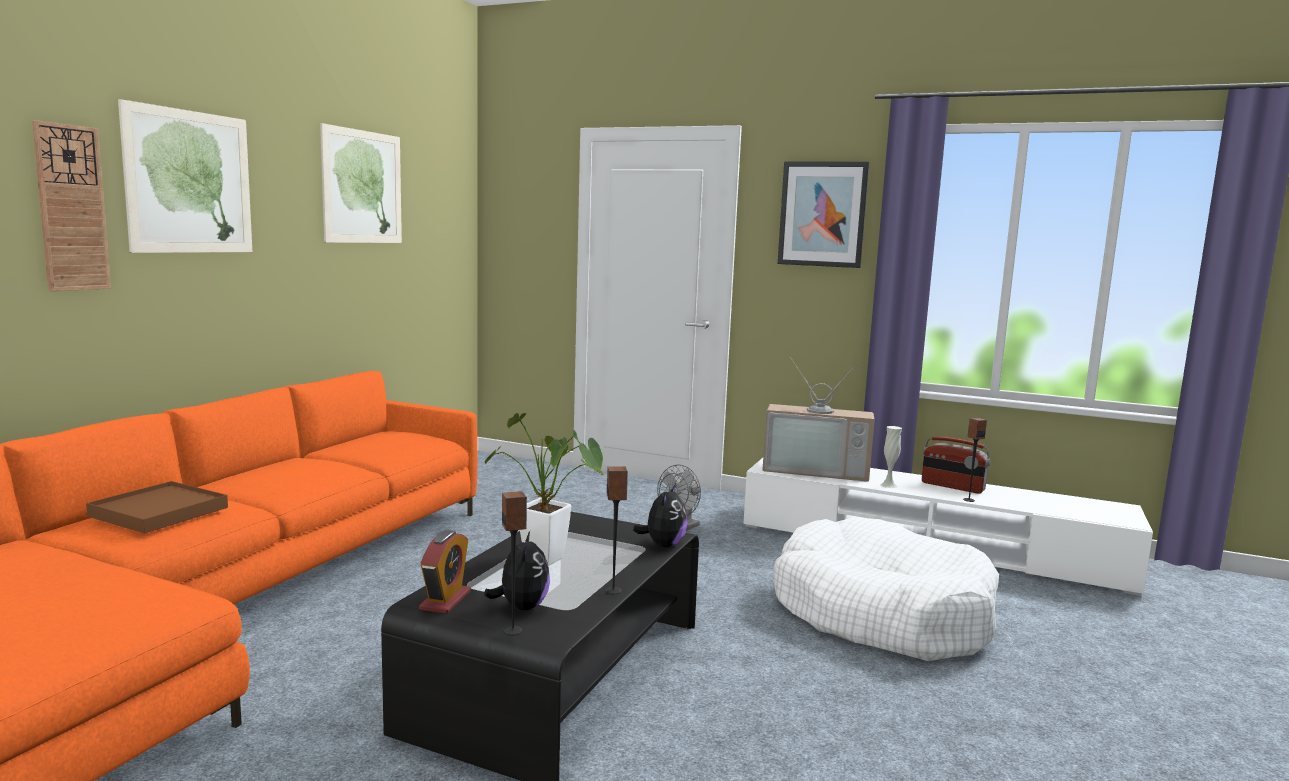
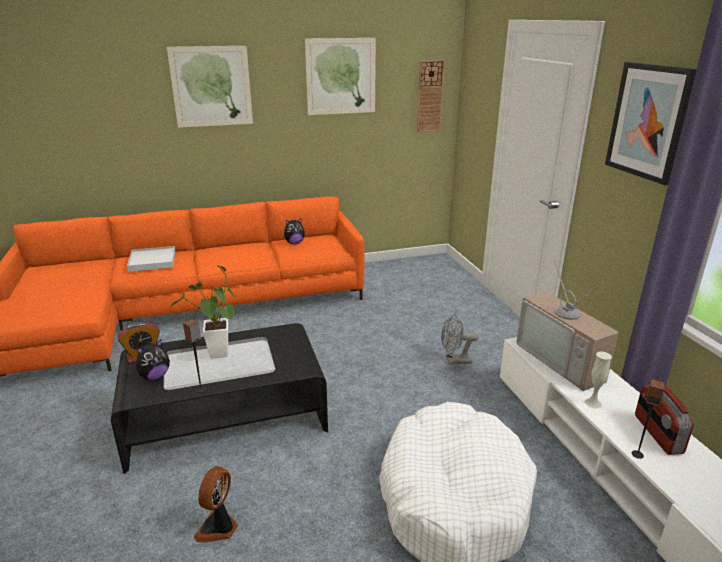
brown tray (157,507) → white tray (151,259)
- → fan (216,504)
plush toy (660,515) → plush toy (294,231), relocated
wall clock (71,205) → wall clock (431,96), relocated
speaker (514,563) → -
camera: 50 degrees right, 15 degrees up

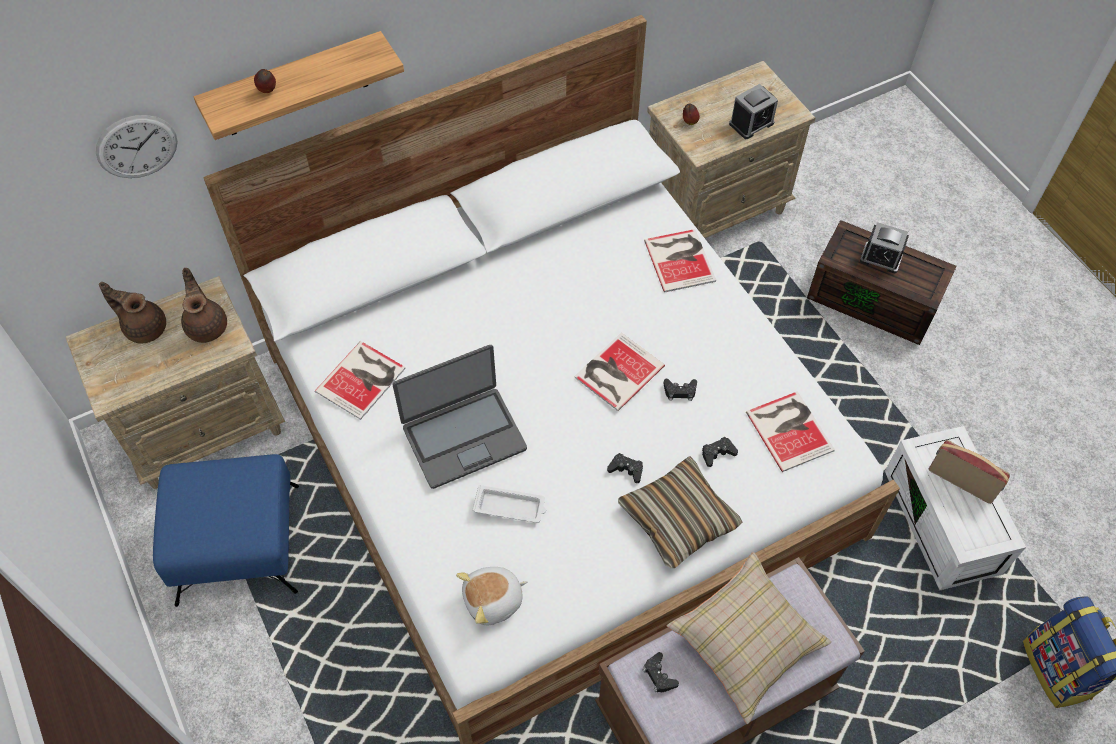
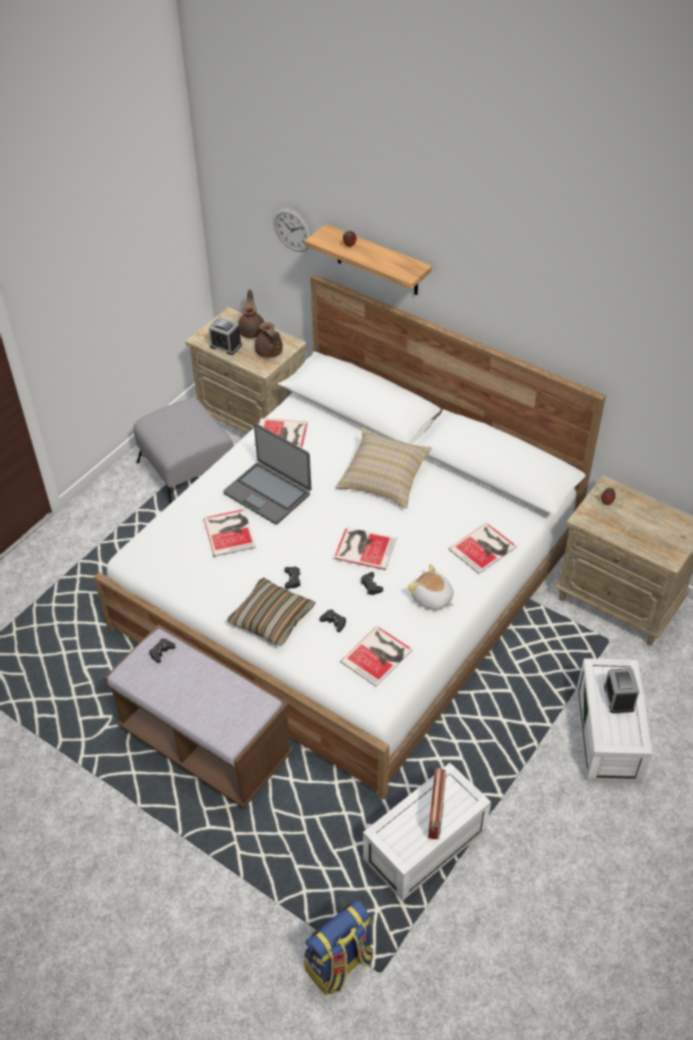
blue ottoman (226,530) → grey ottoman (184,451)
white tray (509,504) → book (230,533)
alarm clock (753,111) → alarm clock (225,336), relocated
brown teapot (204,305) → brown teapot (269,340), 105 degrees clockwise
beige pillow (749,638) → beige pillow (383,468), relocated
plush toy (492,596) → plush toy (431,587), relocated
brown storage box (882,282) → white storage box (614,720)
camera: 65 degrees right, 10 degrees down

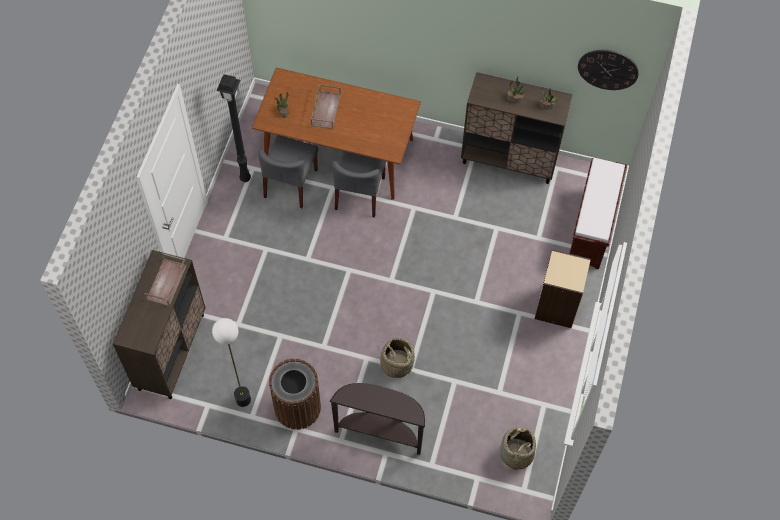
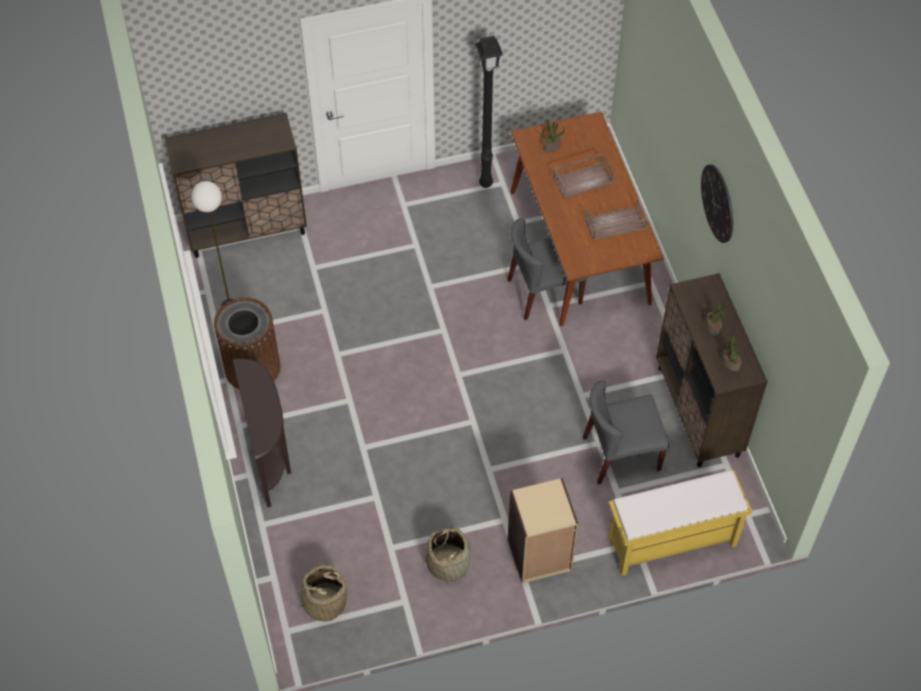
basket (396,358) → basket (448,554), relocated
grey chair (288,171) → grey chair (626,433), relocated
brown tray (165,279) → brown tray (616,219), relocated
brown bench (598,213) → yellow bench (680,523)
wall clock (608,70) → wall clock (717,203), relocated
camera: 60 degrees right, 5 degrees down

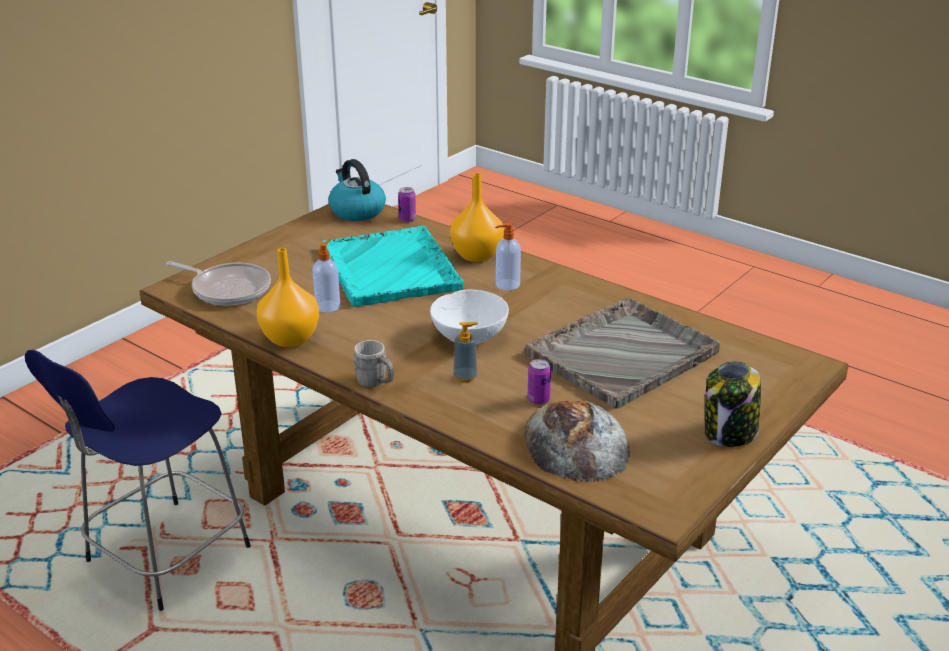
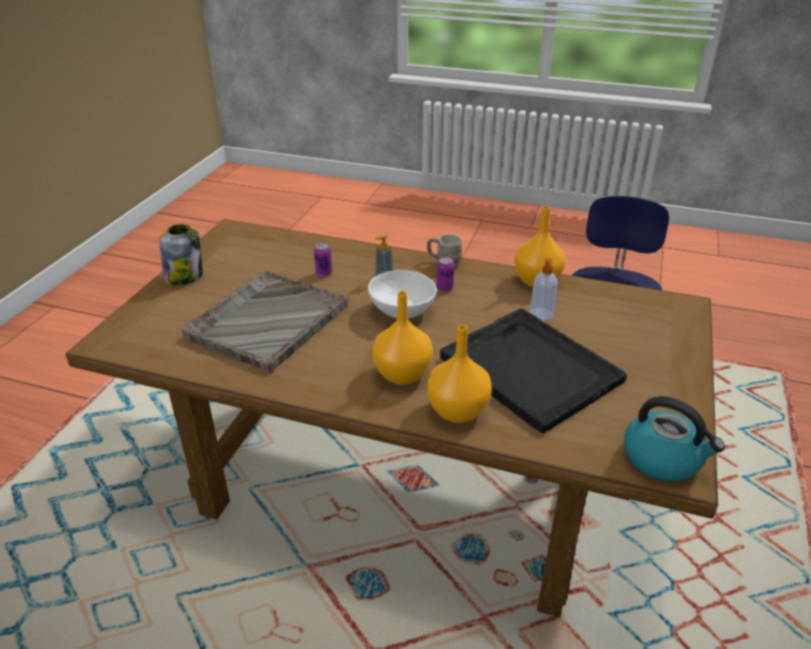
soap dispenser (508,256) → orange vase (402,338)
can (407,204) → can (445,274), relocated
turquoise tray (392,266) → black tray (533,371)
frying pan (218,283) → -
bread (577,441) → -
camera: 160 degrees right, 5 degrees up

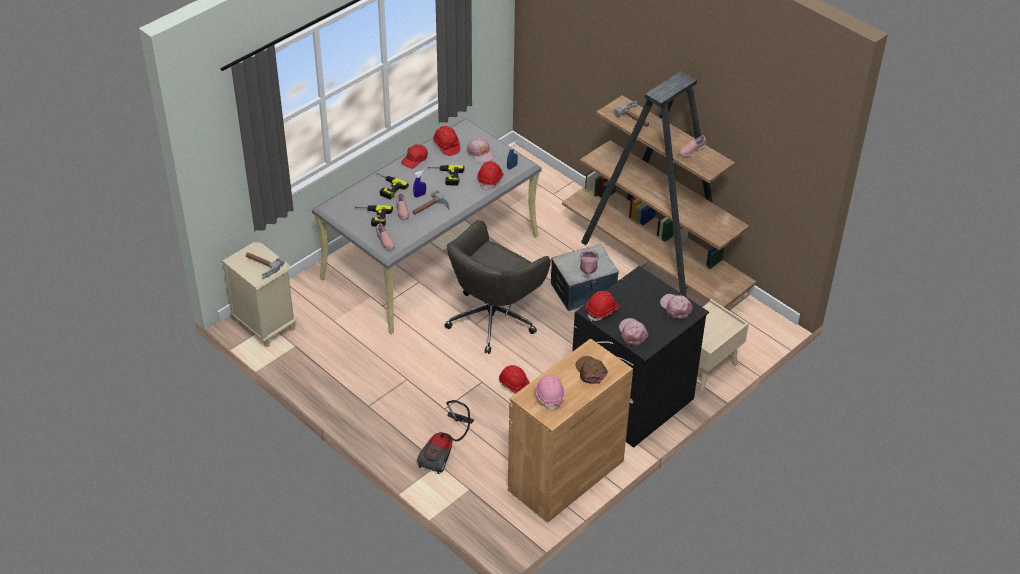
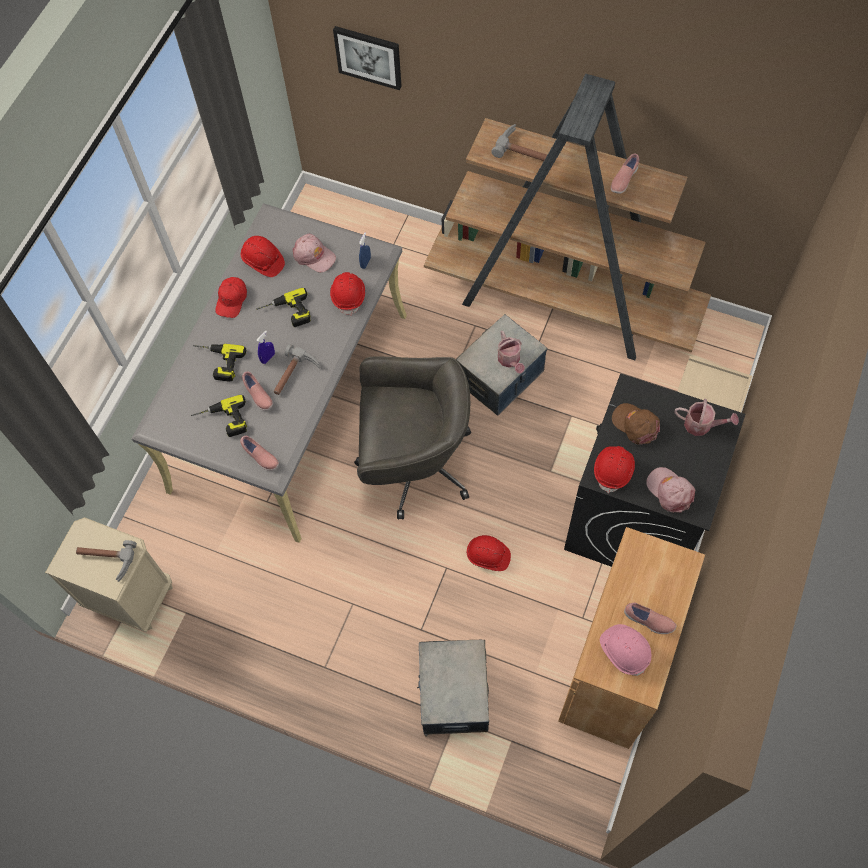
- → picture (367,58)
grey office chair (497,287) → grey office chair (412,438), 105 degrees counterclockwise
vacuum cleaner (445,437) → storage box (453,688)
brown cap (591,370) → brown cap (636,424), relocated
- → pink shoe (650,618)
pink cap (676,306) → watering can (706,417)
camera: 20 degrees left, 20 degrees up

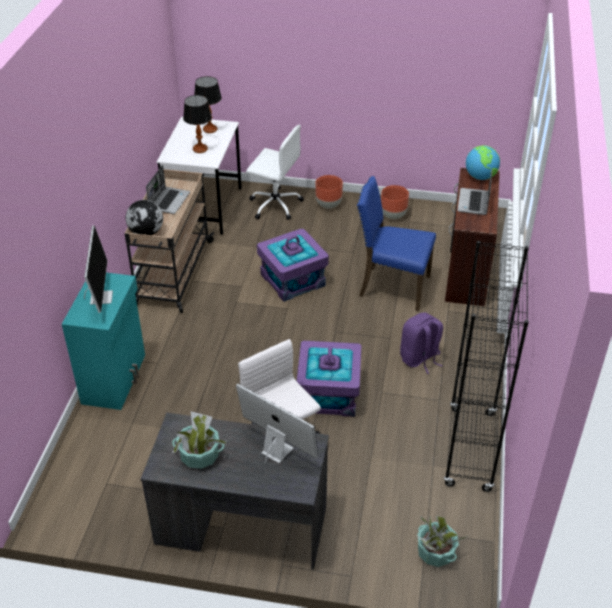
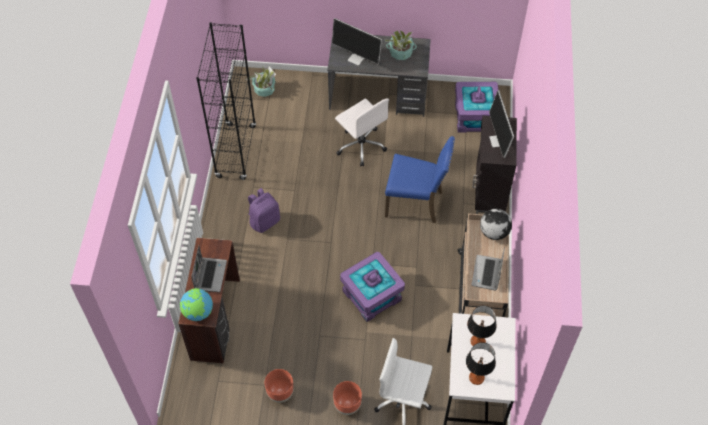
blue chair (396,243) → blue chair (420,179), relocated
purple storage box (329,379) → purple storage box (477,107), relocated
turquoise cabinet (103,341) → black cabinet (494,164)
camera: 175 degrees right, 15 degrees up

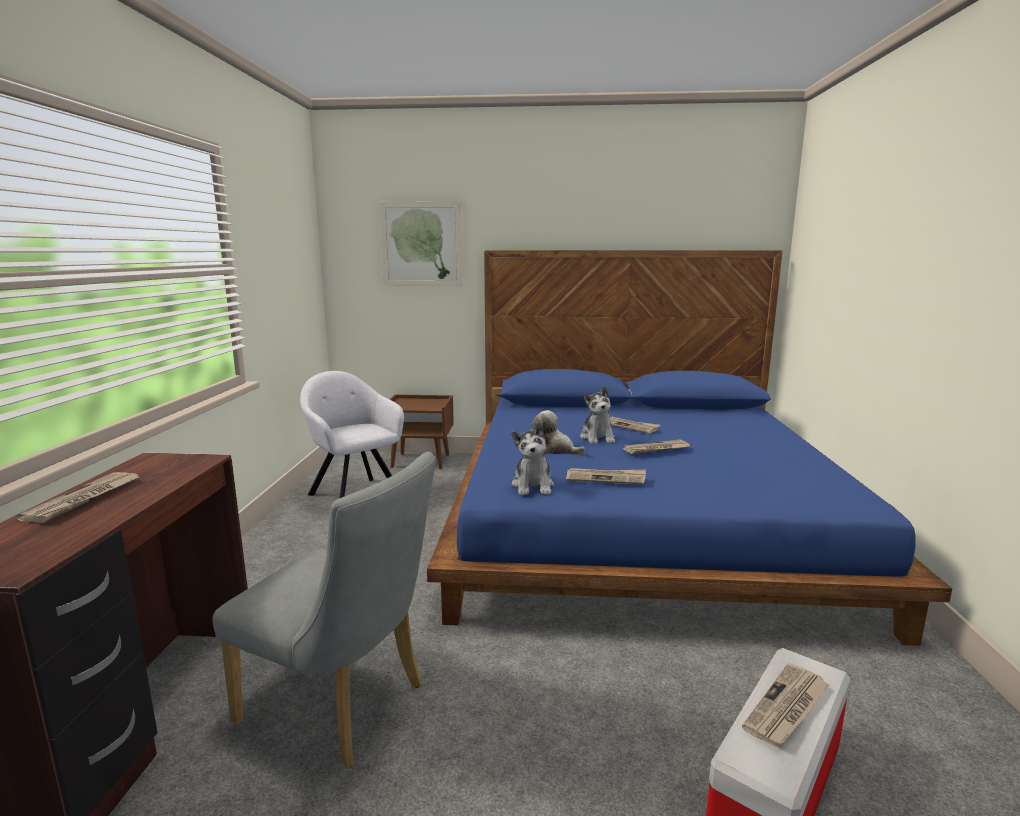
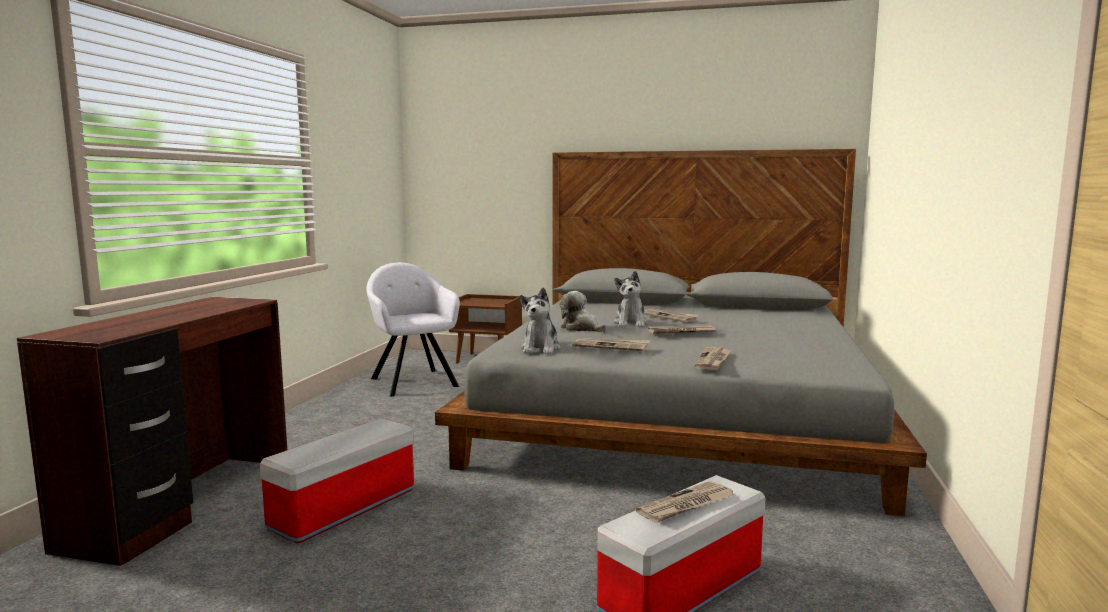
grey chair (323,610) → storage box (337,480)
blue bed (689,448) → grey bed (681,332)
newspaper (77,497) → newspaper (712,358), relocated
picture (421,243) → -
camera: 10 degrees right, 5 degrees down

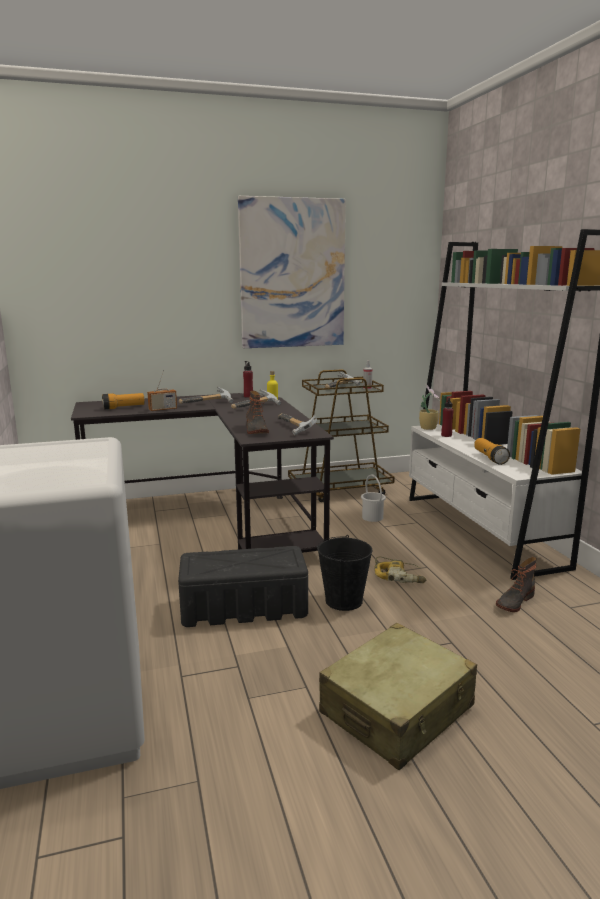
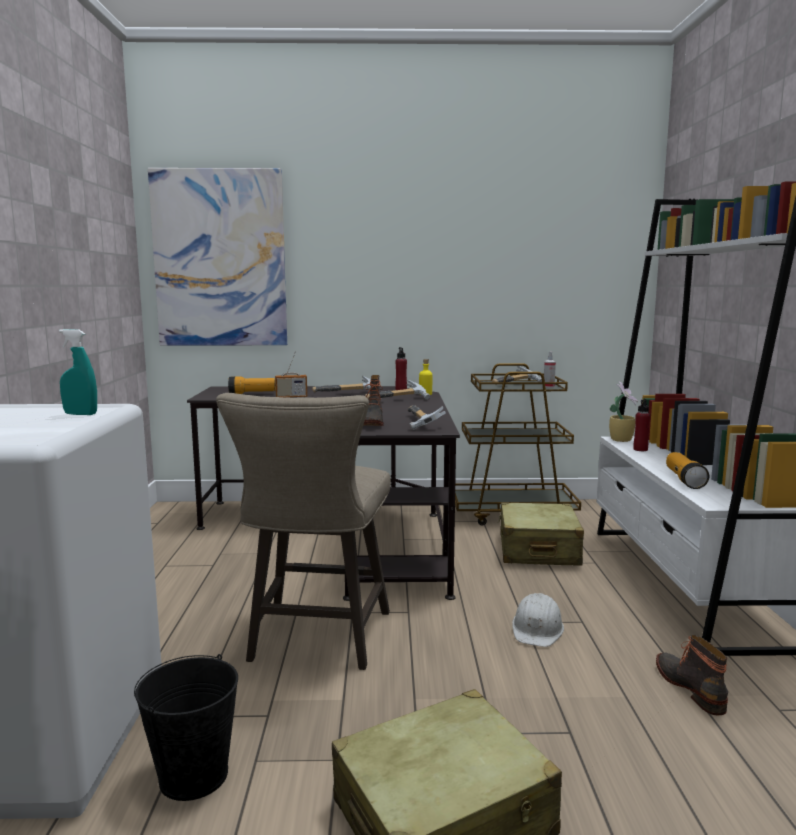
- → turquoise spray bottle (78,372)
black bucket (344,573) → black bucket (186,727), relocated
picture (292,272) → picture (217,257), relocated
black storage box (243,586) → beige stool (303,531)
white bucket (373,498) → beige suitcase (541,534)
power drill (400,569) → white hard hat (538,620)
boot (516,584) → boot (692,675), 105 degrees clockwise
camera: 15 degrees right, 5 degrees down

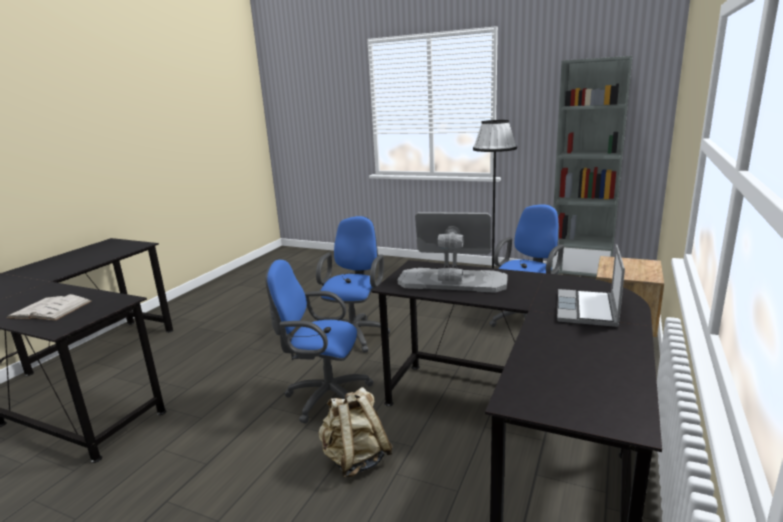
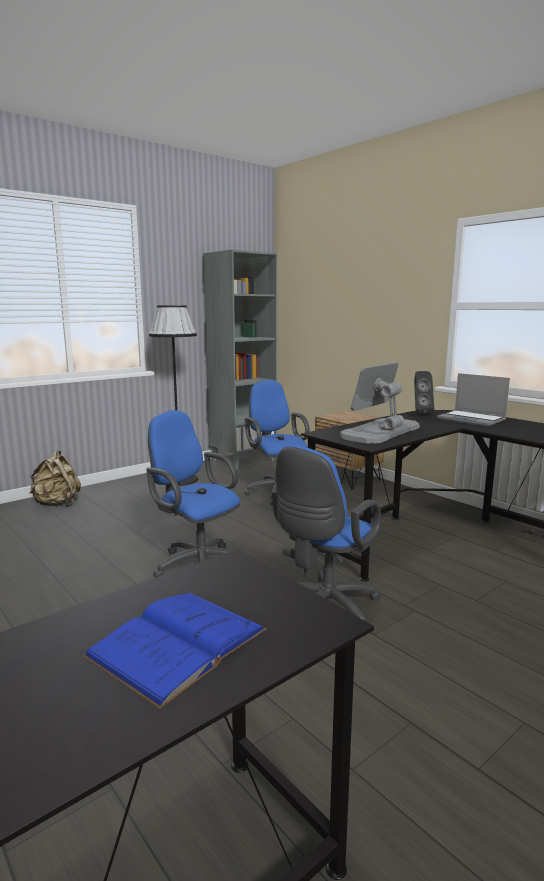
beige backpack (355,432) → beige backpack (55,479), relocated
white book (49,307) → blue book (175,651)
- → black speaker (424,393)
camera: 65 degrees left, 5 degrees down

